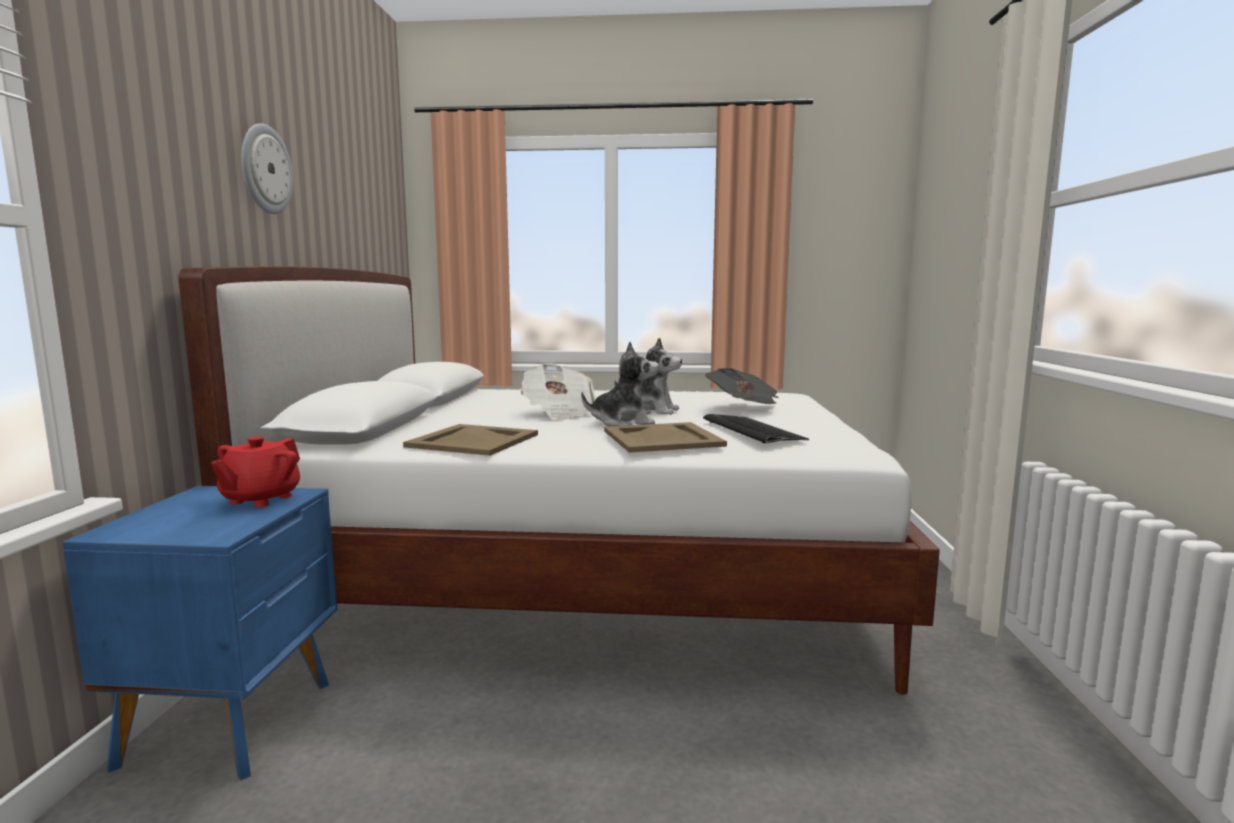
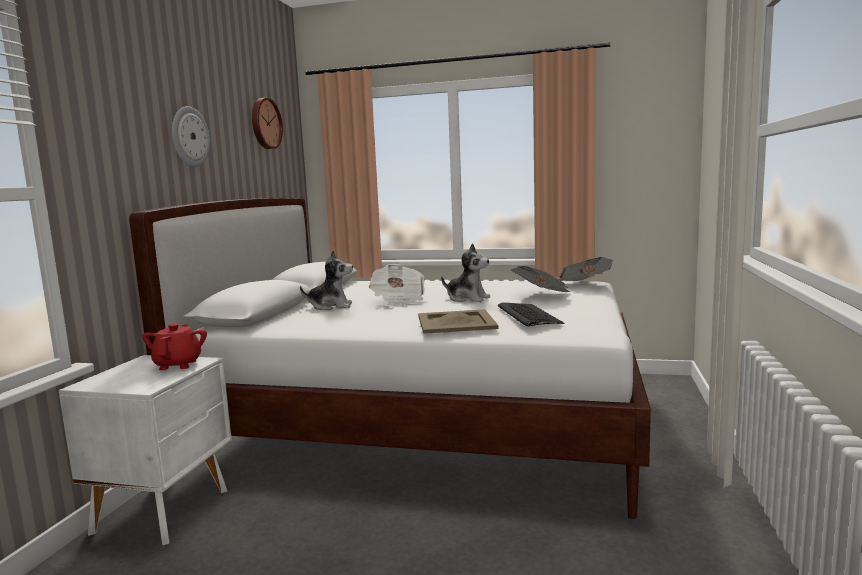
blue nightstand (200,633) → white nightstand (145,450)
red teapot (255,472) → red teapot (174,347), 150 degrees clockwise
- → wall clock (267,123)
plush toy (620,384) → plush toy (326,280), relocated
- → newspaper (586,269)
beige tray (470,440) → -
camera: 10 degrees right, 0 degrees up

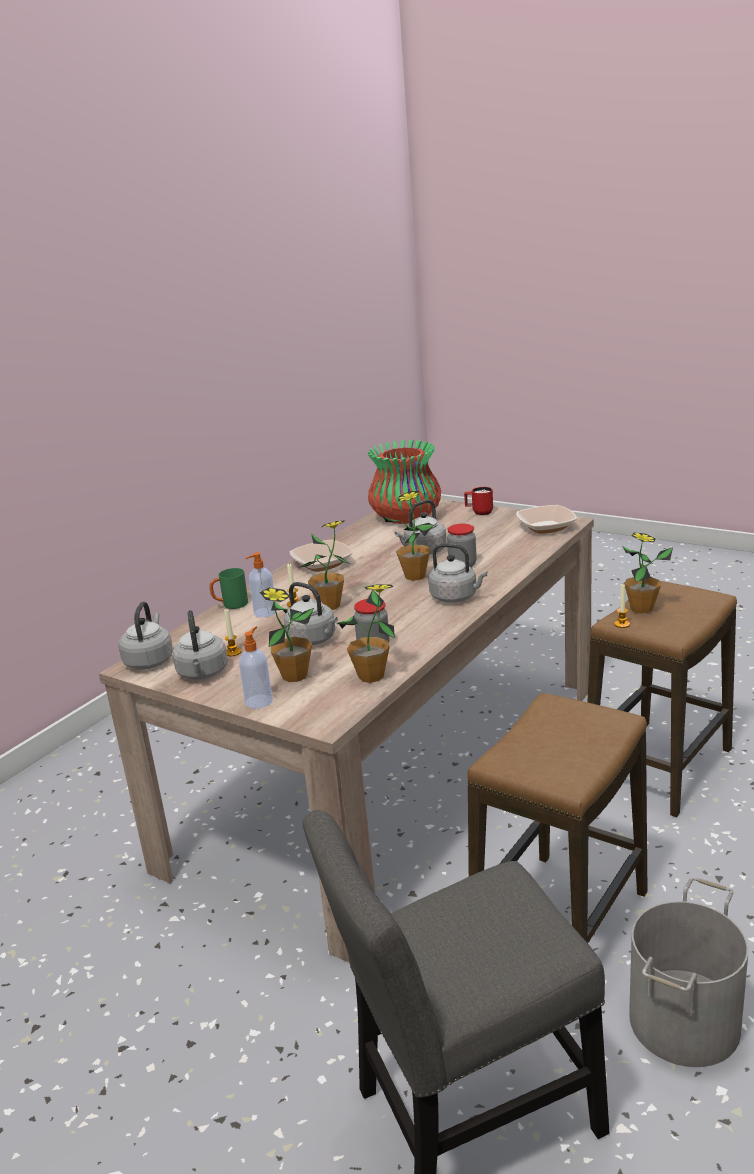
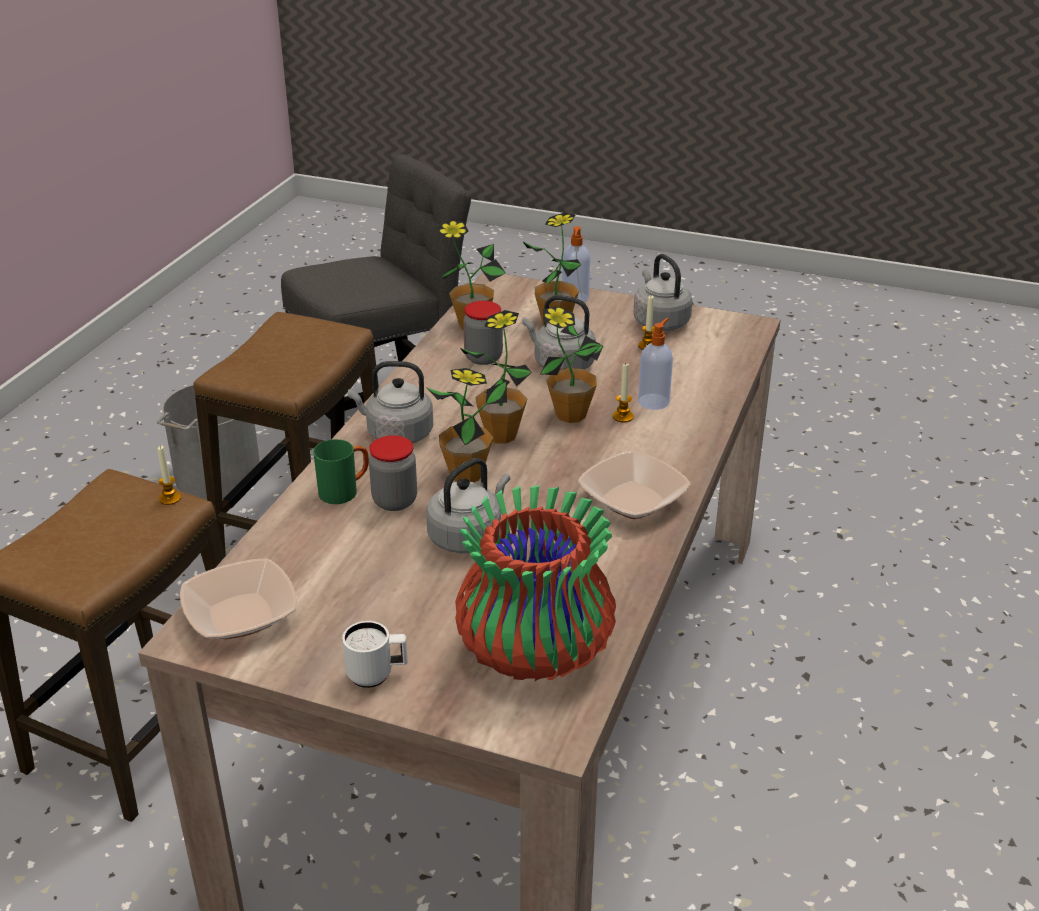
green mug (228,588) → green mug (341,471), relocated
red mug (478,501) → white mug (375,654)
potted plant (647,573) → potted plant (496,377), relocated
grey kettle (146,635) → -
camera: 165 degrees right, 10 degrees up

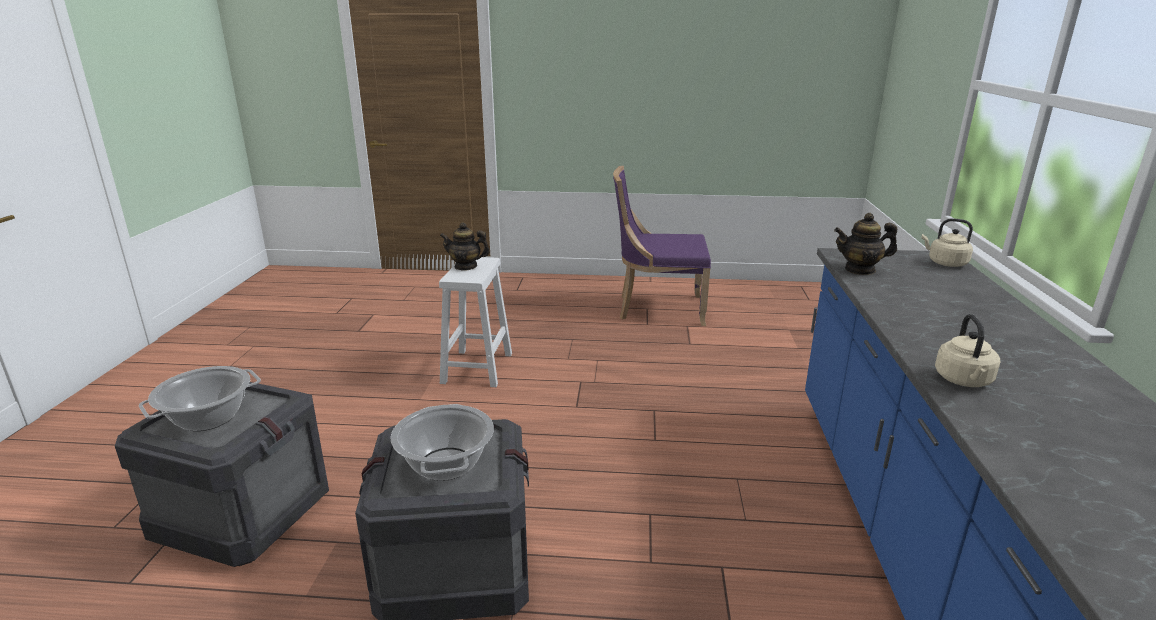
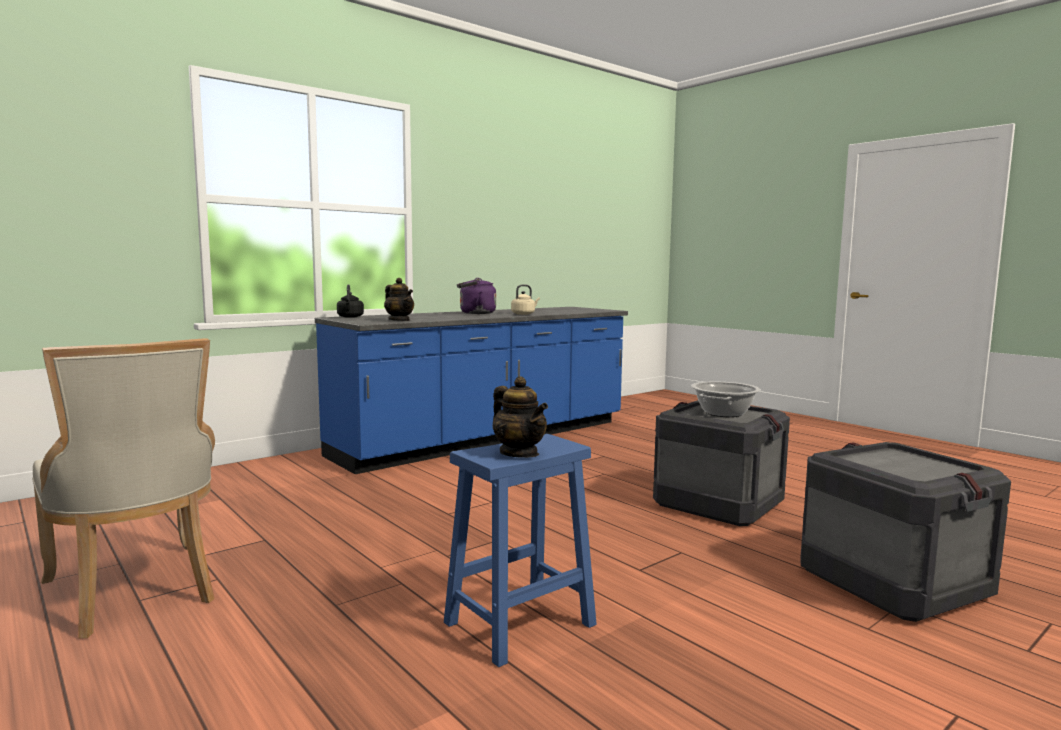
purple chair (662,246) → beige chair (123,488)
beige kettle (947,242) → black kettle (350,301)
white stool (475,322) → blue stool (520,550)
- → purple kettle (476,296)
cooking pot (200,398) → -
camera: 135 degrees left, 15 degrees down

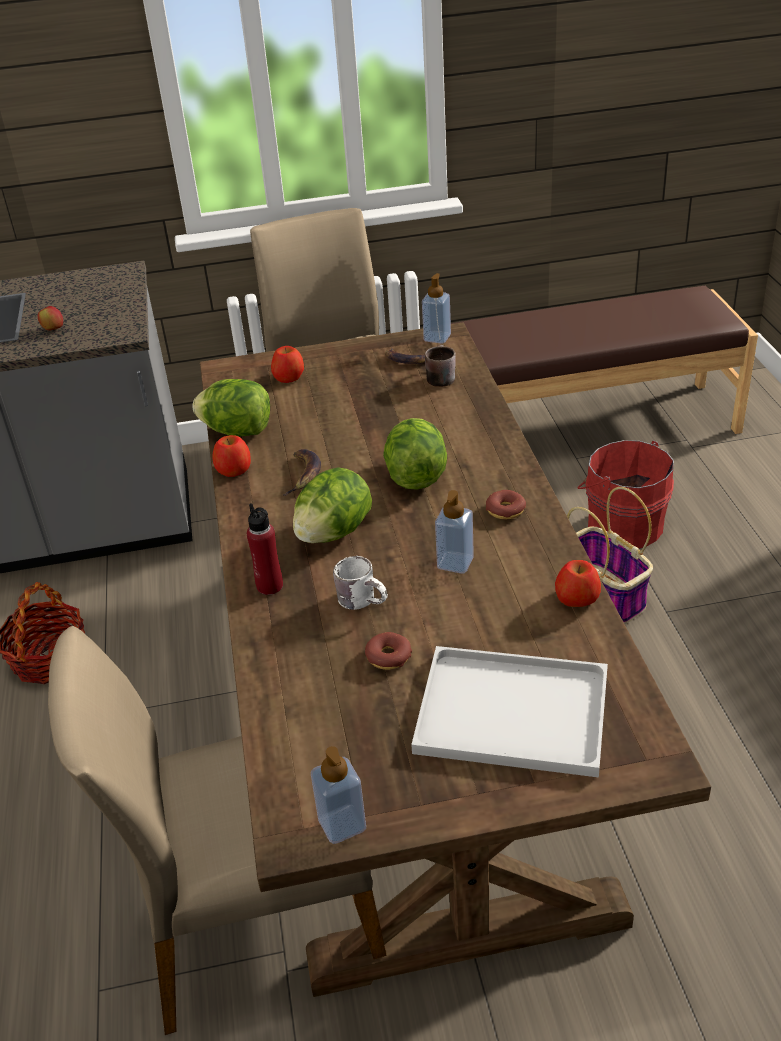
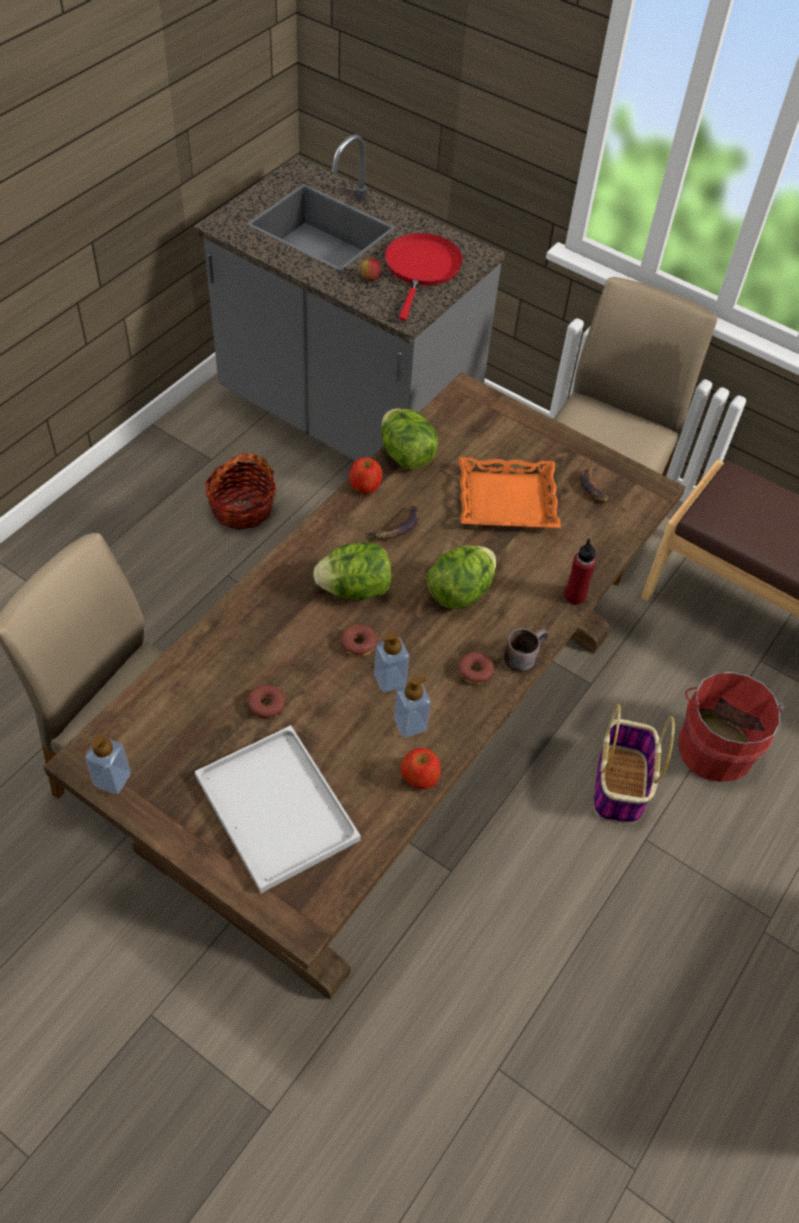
- → donut (359,641)
- → red frying pan (424,277)
soap dispenser (436,308) → soap dispenser (412,706), relocated
- → orange tray (510,492)
brown mug (440,365) → brown mug (526,650), relocated
red bottle (265,549) → red bottle (580,572), relocated
apple (287,364) → -
white mug (360,583) → -
camera: 40 degrees right, 15 degrees up

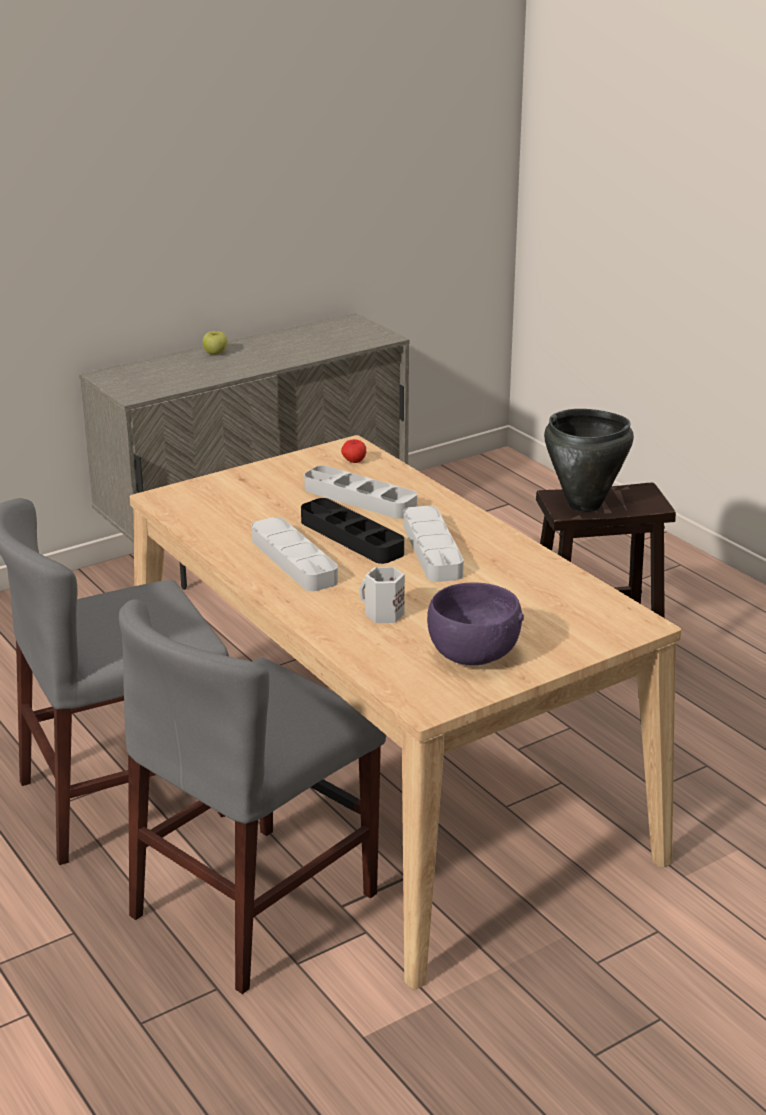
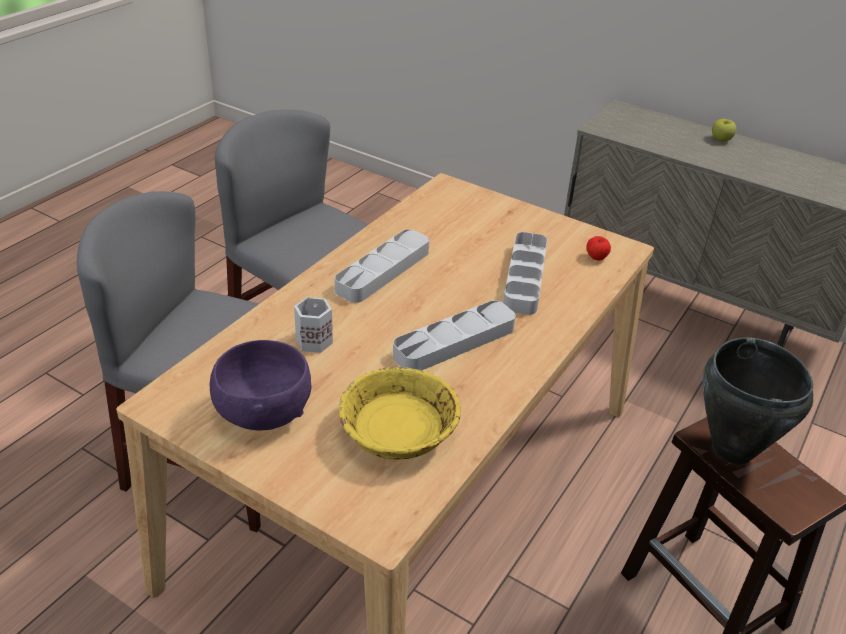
- → yellow bowl (400,413)
black tray (352,531) → -
camera: 65 degrees right, 10 degrees up

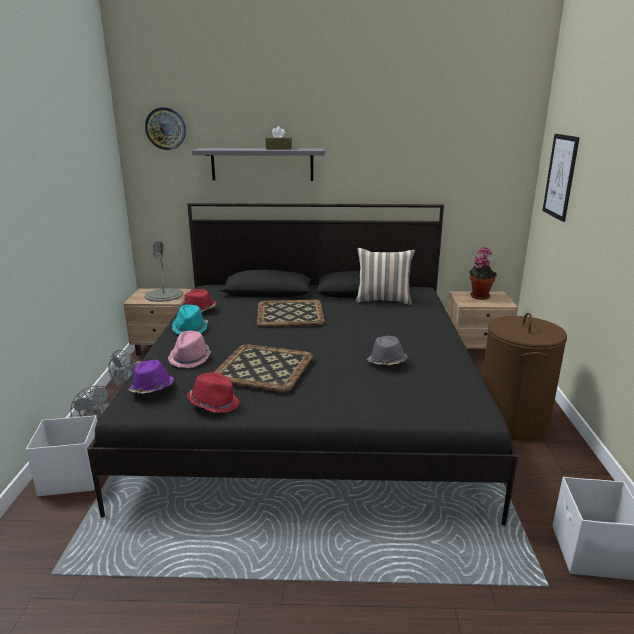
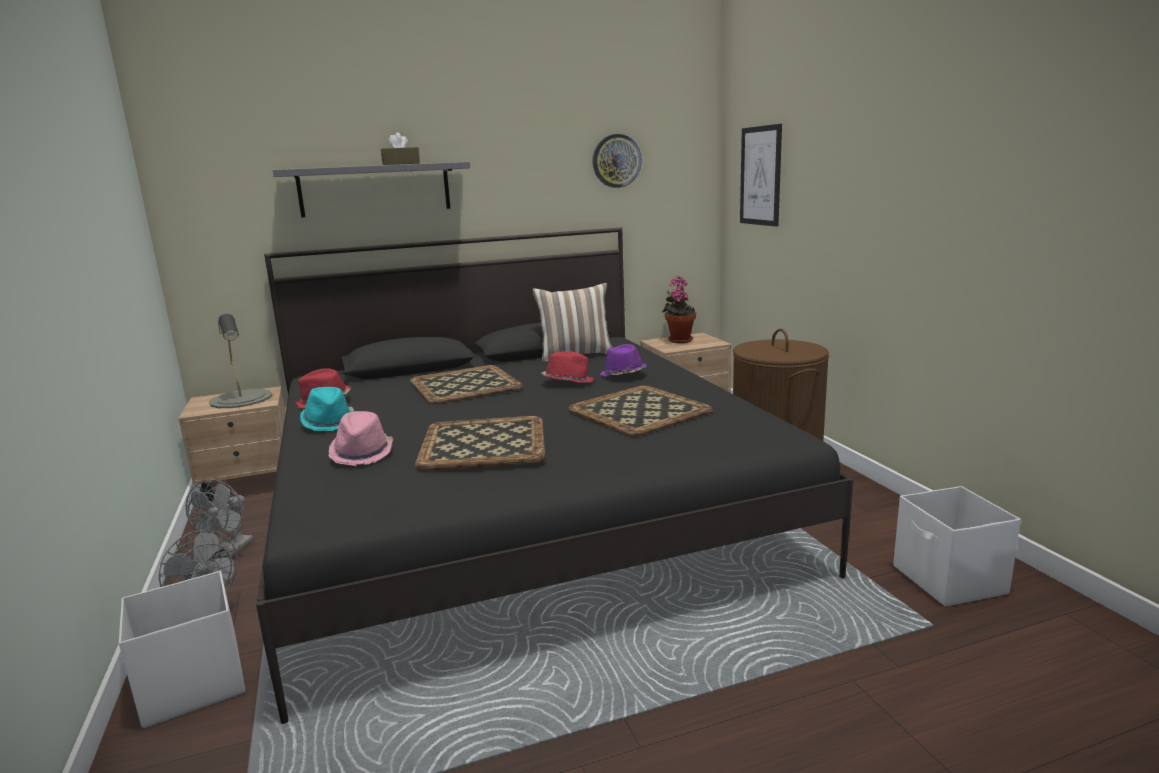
red hat (213,393) → red hat (567,367), relocated
grey hat (387,350) → tray (640,411)
wall clock (165,128) → wall clock (617,161), relocated
purple hat (151,377) → purple hat (623,360), relocated
camera: 20 degrees left, 5 degrees down

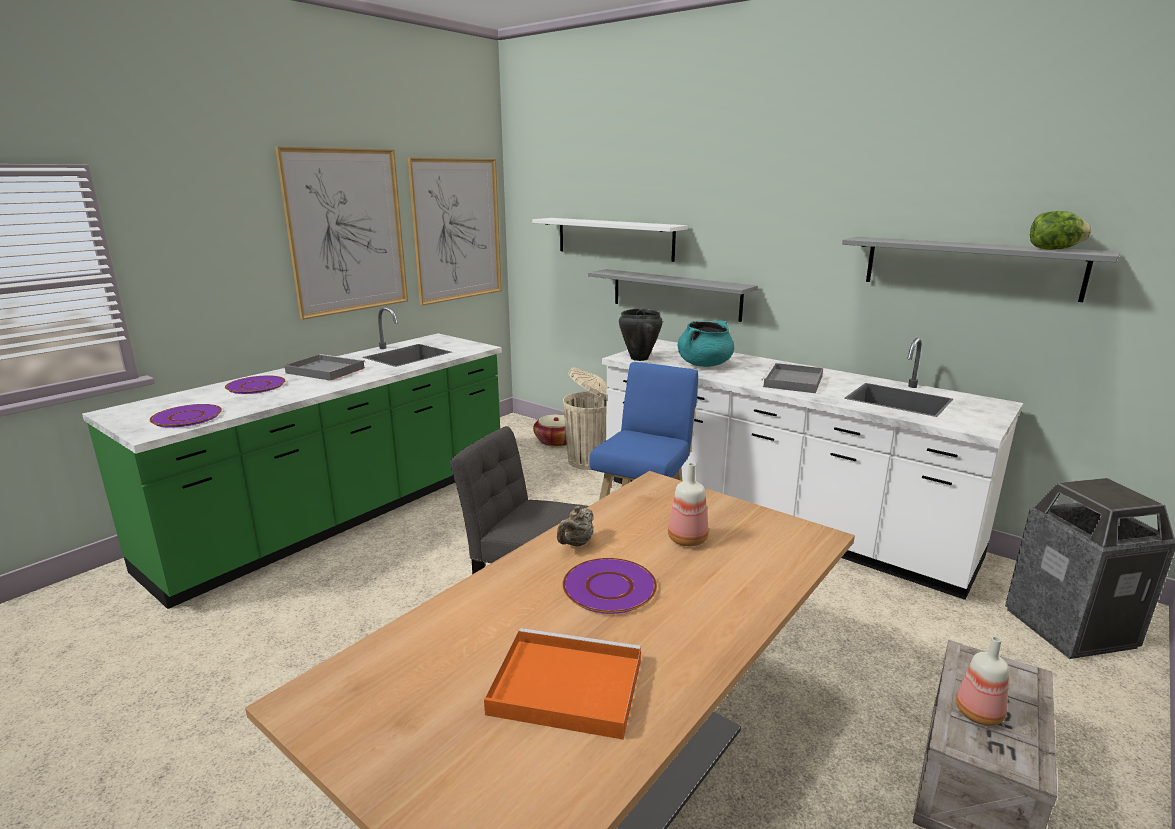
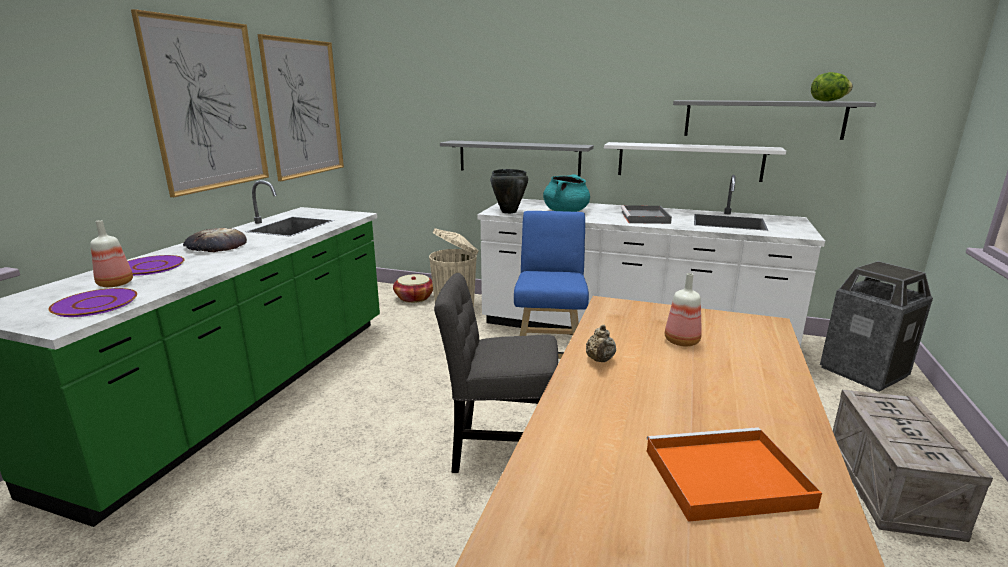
bottle (982,681) → bottle (112,253), relocated
grey tray (324,367) → bread (215,240)
white shelf (610,240) → white shelf (695,162), relocated
purple plate (609,586) → -
camera: 20 degrees left, 0 degrees up

